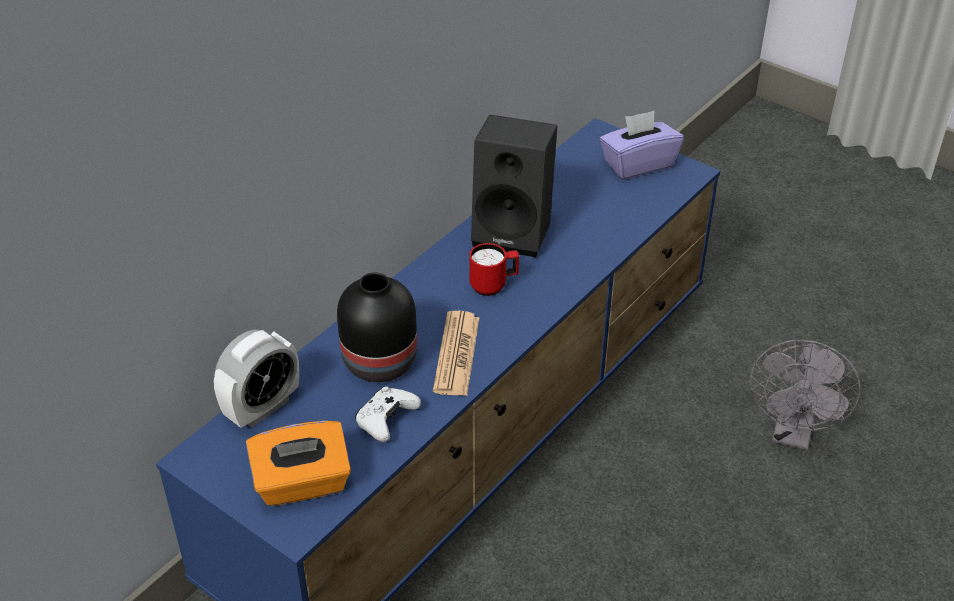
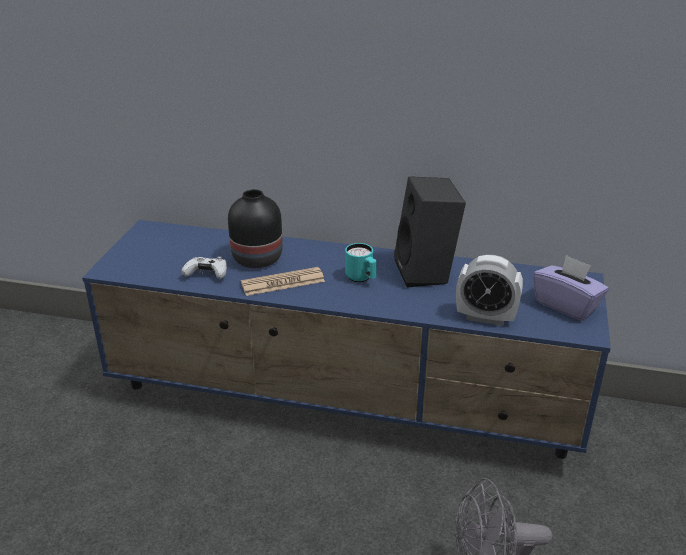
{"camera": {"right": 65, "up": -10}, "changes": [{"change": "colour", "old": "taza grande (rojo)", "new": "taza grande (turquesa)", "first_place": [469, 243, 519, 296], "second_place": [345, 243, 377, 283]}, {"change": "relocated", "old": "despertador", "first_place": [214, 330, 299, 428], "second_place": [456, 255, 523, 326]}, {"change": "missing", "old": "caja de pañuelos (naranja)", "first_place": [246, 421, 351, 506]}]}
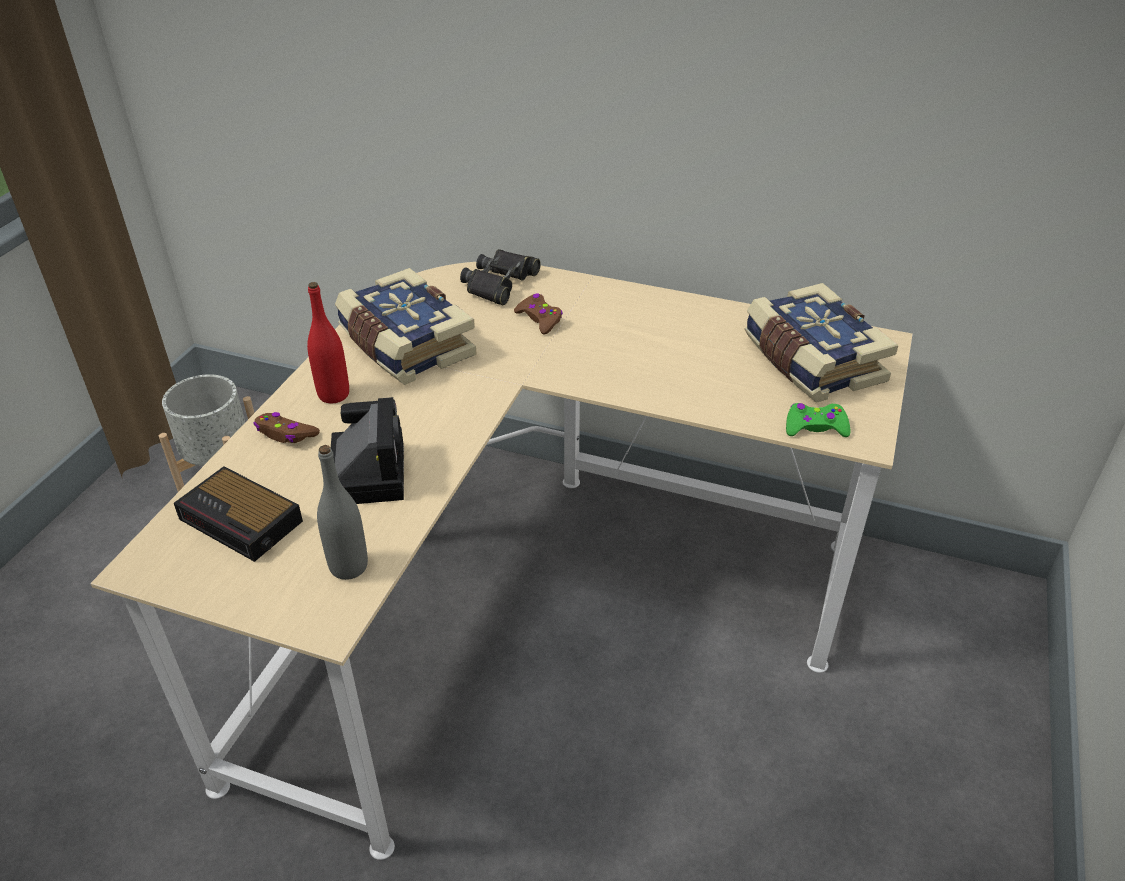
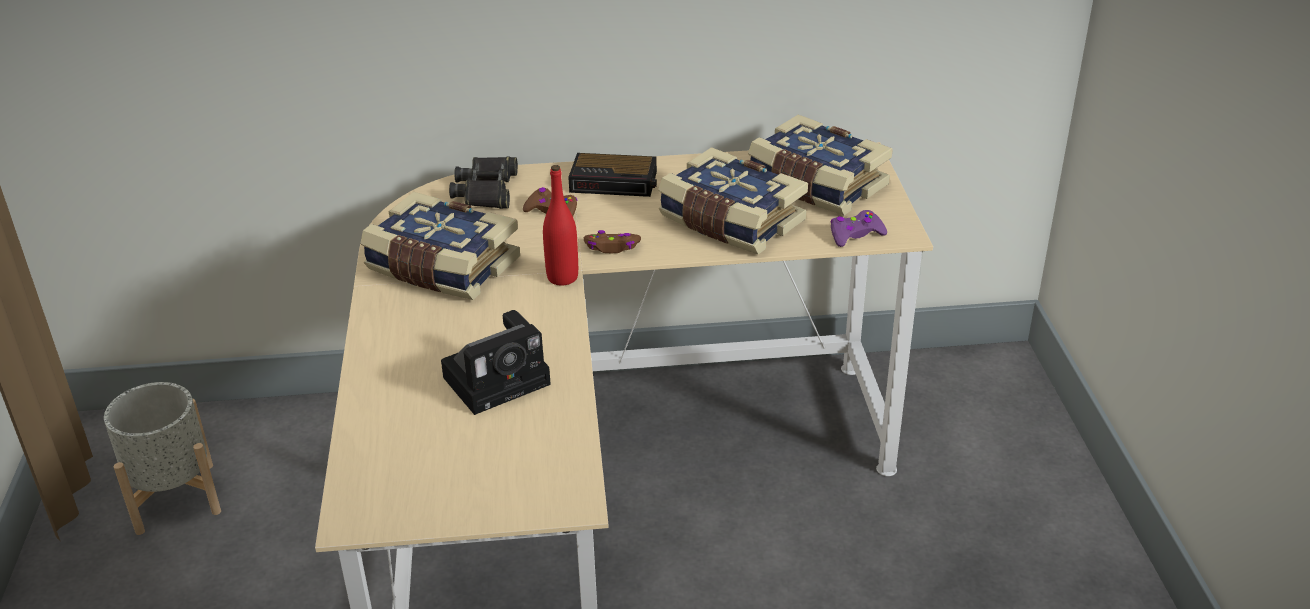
{"camera": {"right": -25, "up": -5}, "changes": [{"change": "spun", "old": "cámara", "first_place": [331, 397, 404, 504], "second_place": [441, 310, 551, 415], "degrees": 90}, {"change": "relocated", "old": "botella (rojo)", "first_place": [307, 282, 349, 403], "second_place": [543, 165, 578, 286]}, {"change": "relocated", "old": "despertador", "first_place": [174, 466, 303, 562], "second_place": [568, 153, 657, 197]}, {"change": "relocated", "old": "mando de consola (marrón)", "first_place": [253, 412, 320, 443], "second_place": [584, 230, 641, 253]}, {"change": "appeared", "new": "libro", "second_place": [658, 147, 808, 254]}, {"change": "colour", "old": "mando de consola (verde)", "new": "mando de consola (morado)", "first_place": [786, 403, 851, 437], "second_place": [830, 210, 887, 247]}, {"change": "missing", "old": "botella (gris)", "first_place": [317, 445, 368, 580]}]}
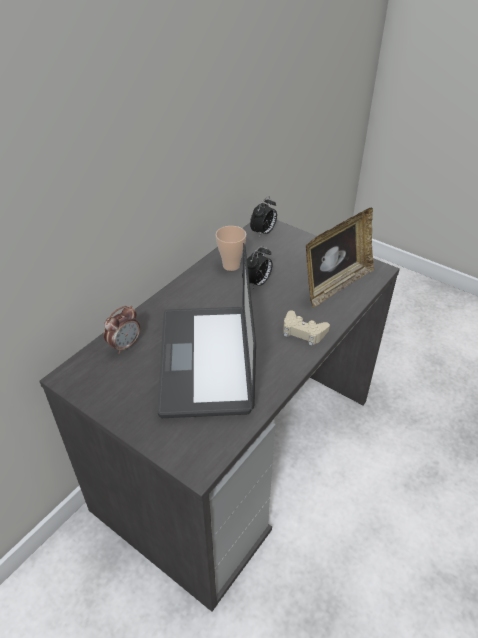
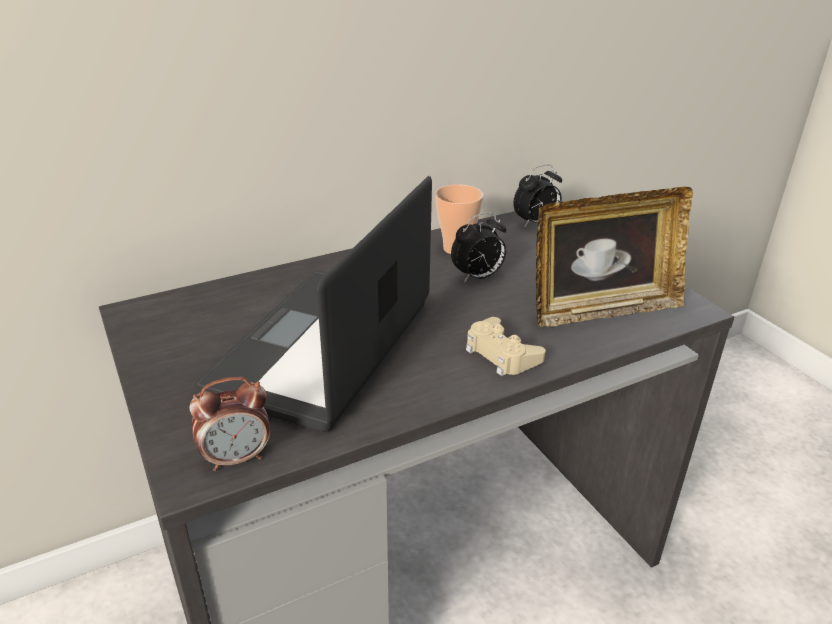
{"camera": {"right": 25, "up": -10}, "changes": [{"change": "relocated", "old": "despertador", "first_place": [104, 306, 140, 354], "second_place": [189, 377, 270, 471]}]}
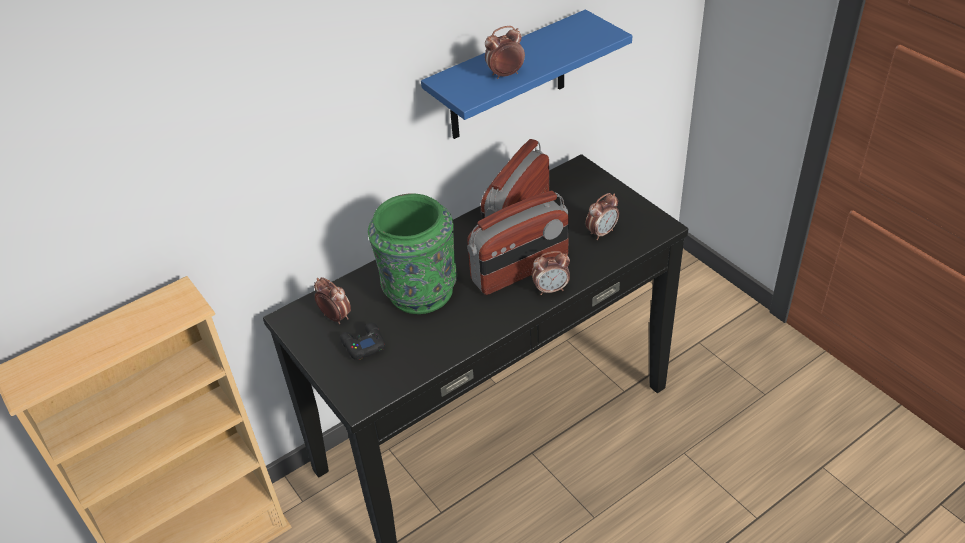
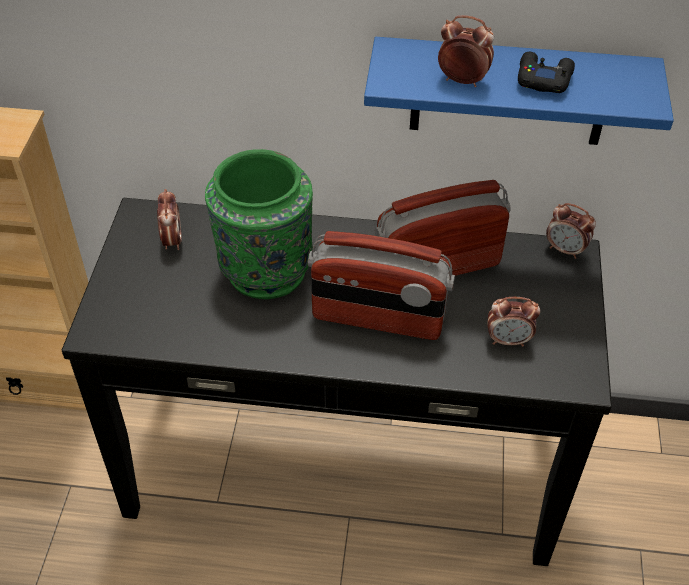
{"camera": {"right": 40, "up": 5}, "changes": [{"change": "relocated", "old": "mando de consola (negro)", "first_place": [340, 322, 385, 360], "second_place": [518, 52, 575, 93]}, {"change": "relocated", "old": "despertador", "first_place": [532, 251, 570, 295], "second_place": [546, 203, 596, 259]}]}
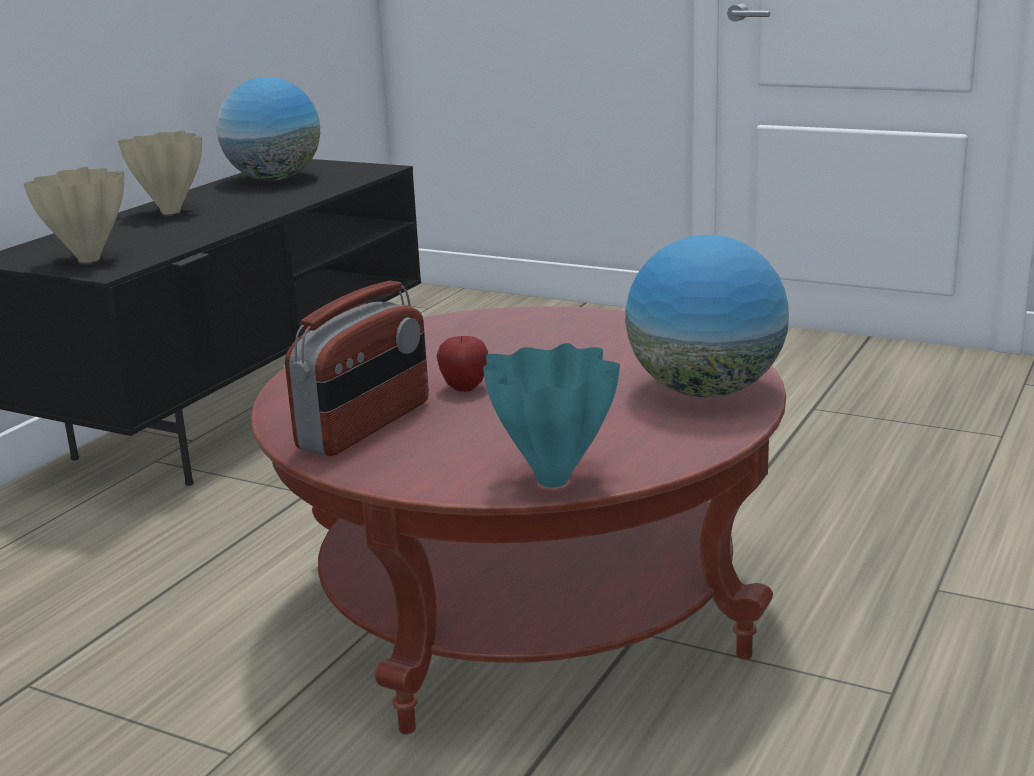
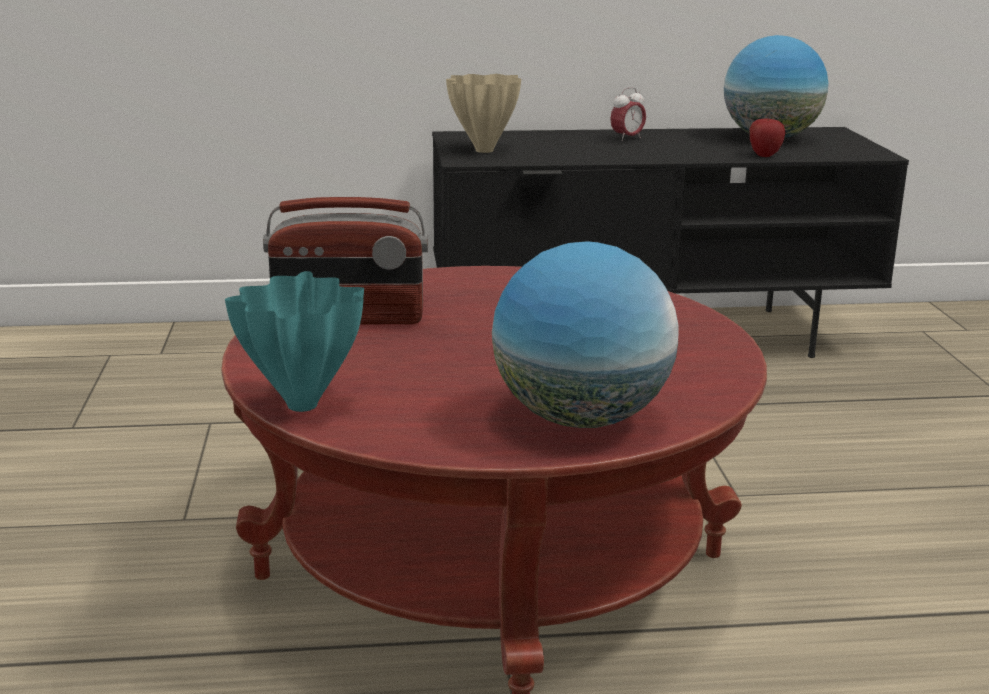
{"camera": {"right": 55, "up": 0}, "changes": [{"change": "exchanged", "old": "florero (beis)", "new": "despertador", "first_place": [118, 130, 202, 214], "second_place": [610, 87, 646, 141]}, {"change": "relocated", "old": "manzana", "first_place": [436, 336, 488, 392], "second_place": [749, 117, 786, 157]}]}
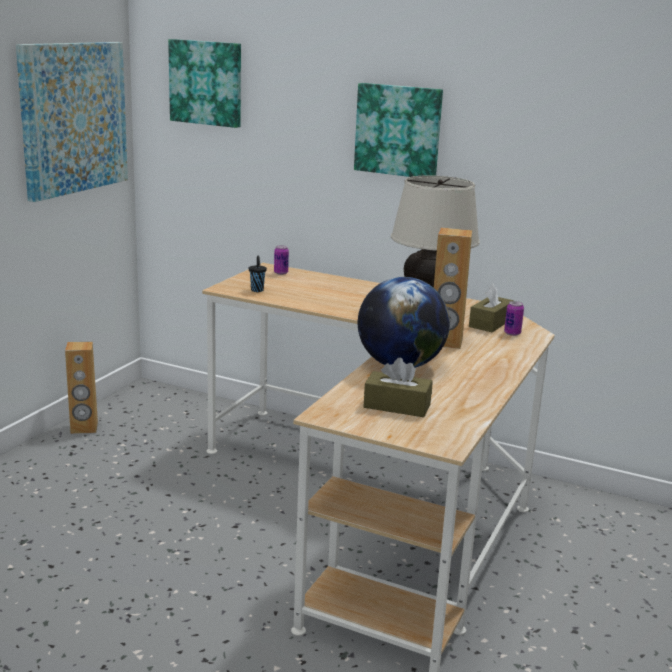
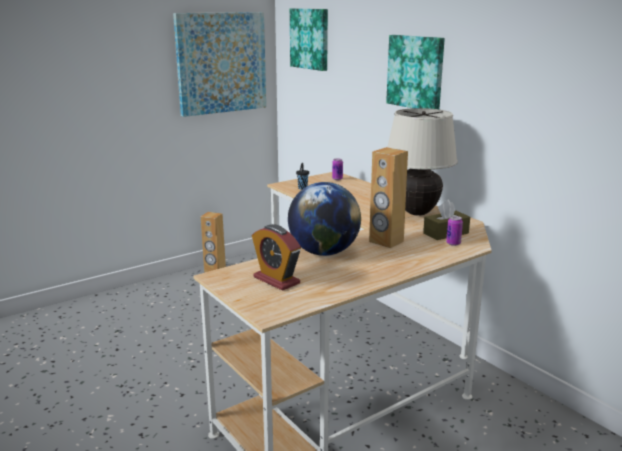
{"camera": {"right": 30, "up": 0}, "changes": [{"change": "exchanged", "old": "caja de pañuelos (marrón)", "new": "despertador", "first_place": [364, 358, 433, 417], "second_place": [252, 224, 301, 291]}]}
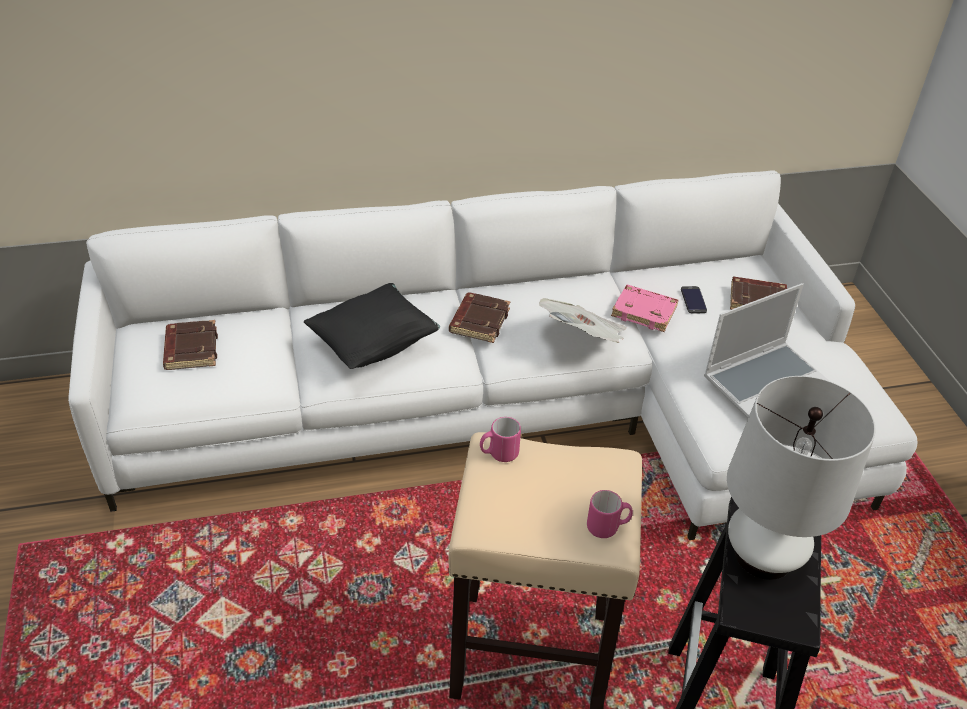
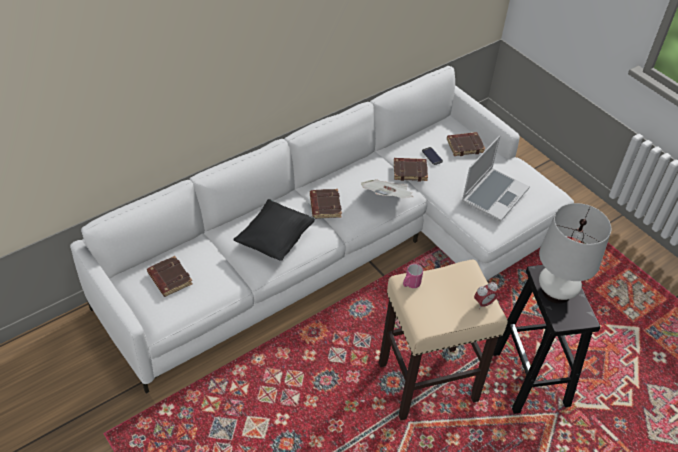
{"camera": {"right": -25, "up": 5}, "changes": [{"change": "colour", "old": "libro (rosa)", "new": "libro (marrón)", "first_place": [611, 285, 678, 332], "second_place": [394, 158, 428, 182]}, {"change": "exchanged", "old": "taza grande (rosa)", "new": "despertador", "first_place": [587, 490, 633, 538], "second_place": [474, 282, 498, 309]}]}
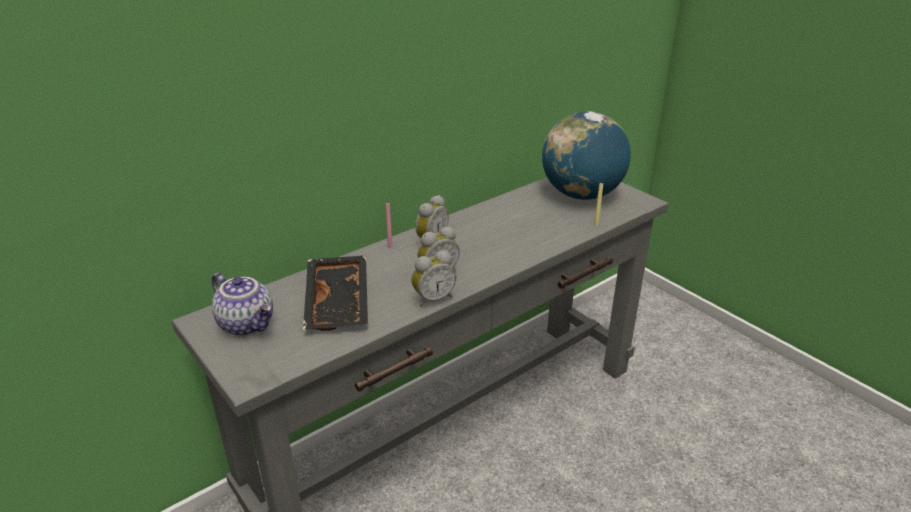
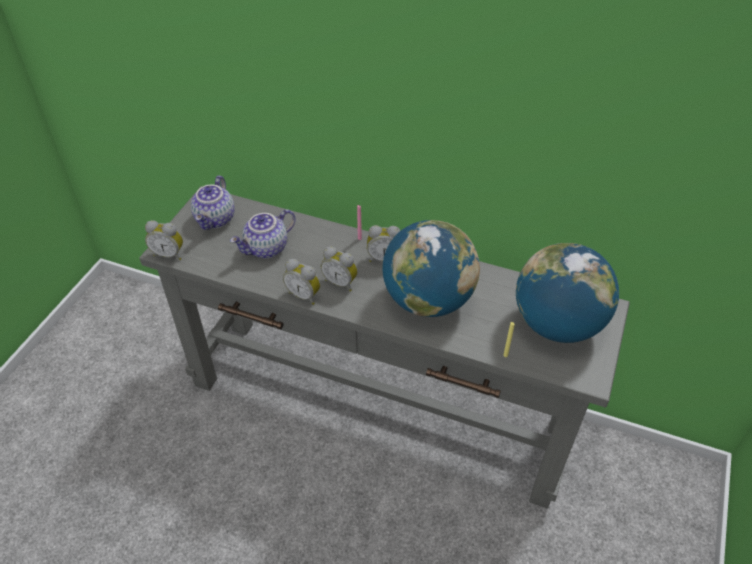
{"camera": {"right": 60, "up": 15}, "changes": [{"change": "appeared", "new": "despertador", "second_place": [145, 220, 183, 260]}, {"change": "exchanged", "old": "bandeja (negro)", "new": "tetera", "first_place": [303, 255, 368, 331], "second_place": [230, 209, 296, 258]}, {"change": "appeared", "new": "globo terráqueo", "second_place": [383, 220, 480, 317]}]}
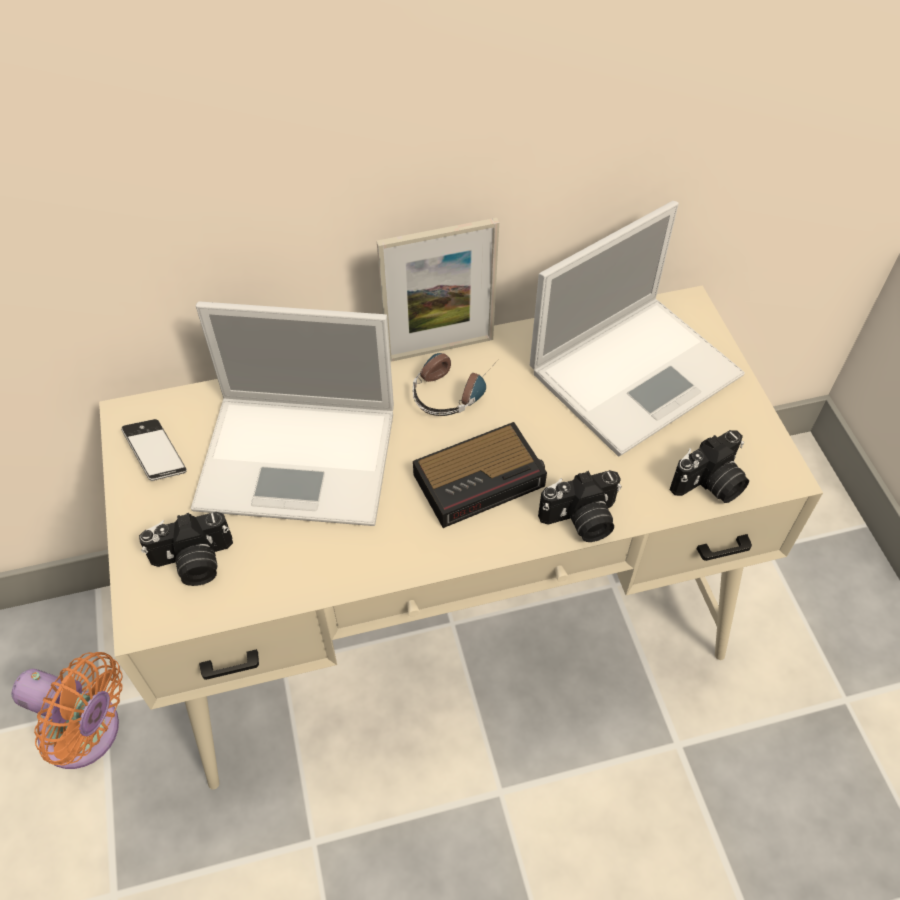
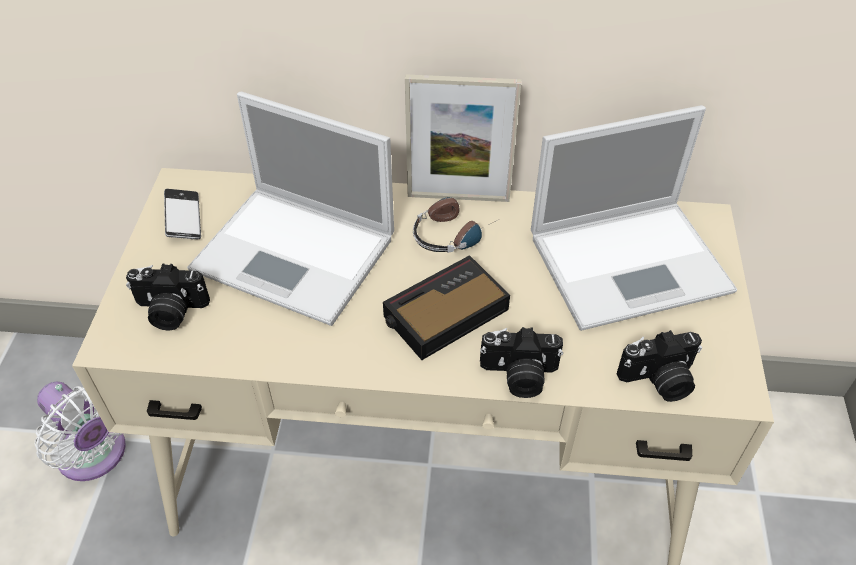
{"camera": {"right": 20, "up": -5}, "changes": [{"change": "colour", "old": "ventilador (naranja)", "new": "ventilador (blanco)", "first_place": [12, 652, 122, 769], "second_place": [35, 382, 126, 481]}, {"change": "spun", "old": "despertador", "first_place": [413, 422, 547, 528], "second_place": [383, 255, 510, 360], "degrees": 150}]}
